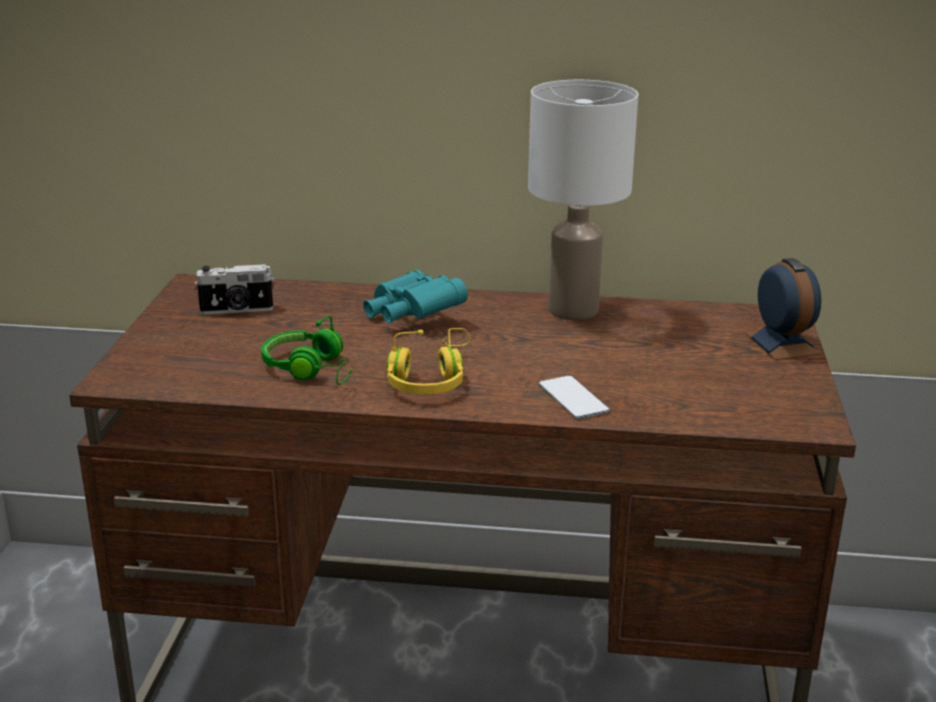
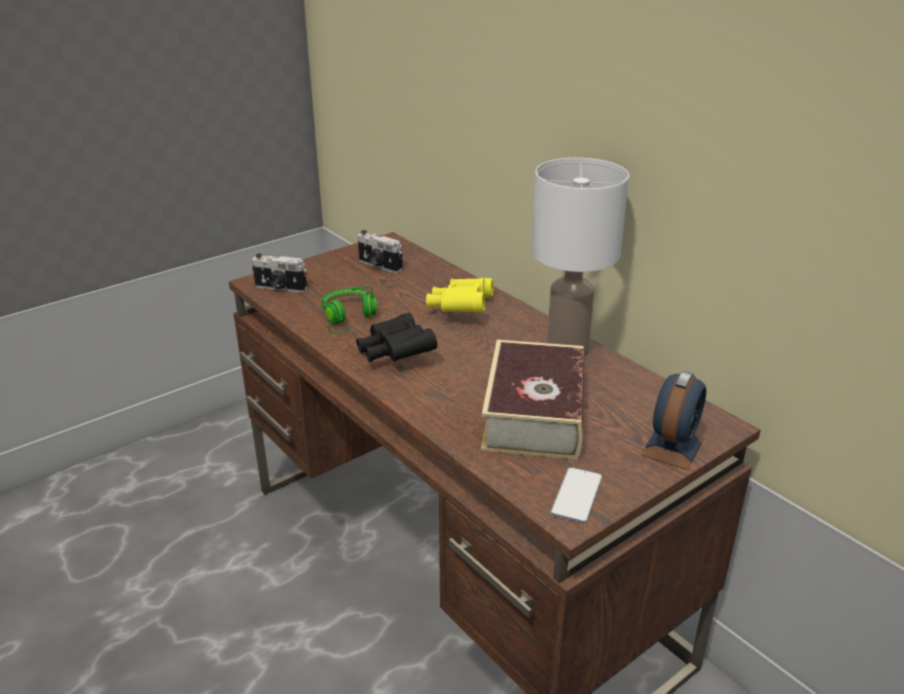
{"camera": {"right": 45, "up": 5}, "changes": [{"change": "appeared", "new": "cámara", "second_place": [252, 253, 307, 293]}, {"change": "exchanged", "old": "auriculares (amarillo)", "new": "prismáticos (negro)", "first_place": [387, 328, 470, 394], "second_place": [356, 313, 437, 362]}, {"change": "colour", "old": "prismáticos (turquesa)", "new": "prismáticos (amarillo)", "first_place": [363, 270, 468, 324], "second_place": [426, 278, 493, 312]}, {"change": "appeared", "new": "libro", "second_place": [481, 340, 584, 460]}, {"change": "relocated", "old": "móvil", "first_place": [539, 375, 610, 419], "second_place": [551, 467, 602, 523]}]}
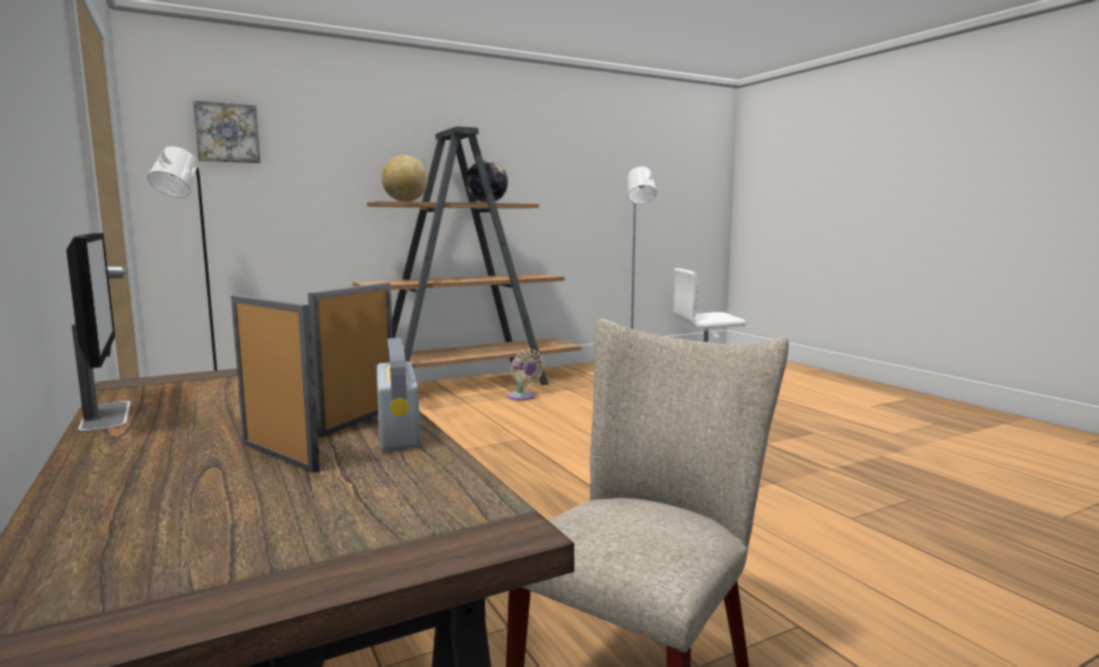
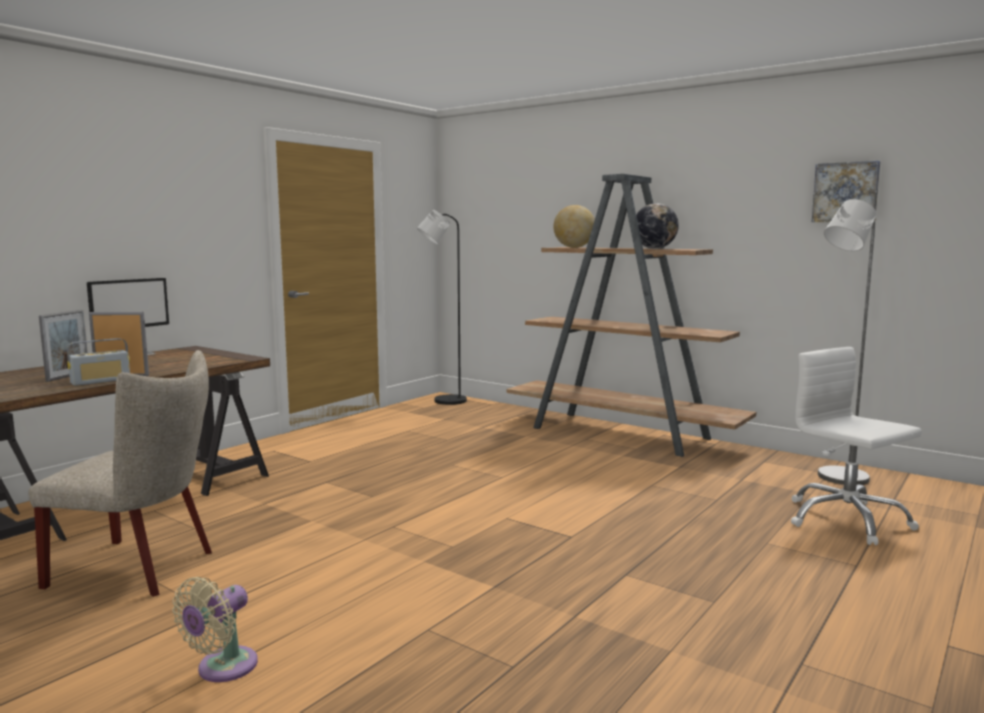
{"camera": {"right": 65, "up": 0}, "changes": [{"change": "relocated", "old": "ventilador (beis)", "first_place": [508, 349, 544, 400], "second_place": [172, 577, 258, 682]}, {"change": "relocated", "old": "cuadro", "first_place": [193, 101, 260, 163], "second_place": [812, 161, 881, 222]}]}
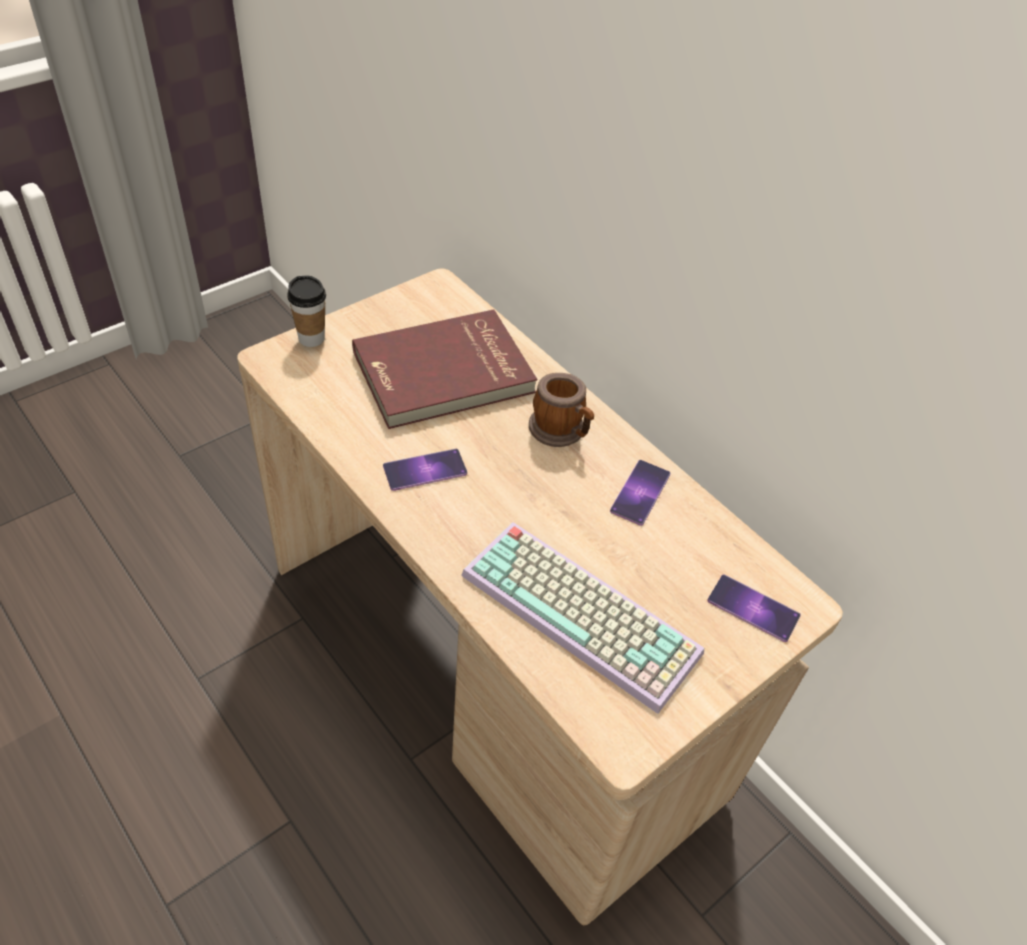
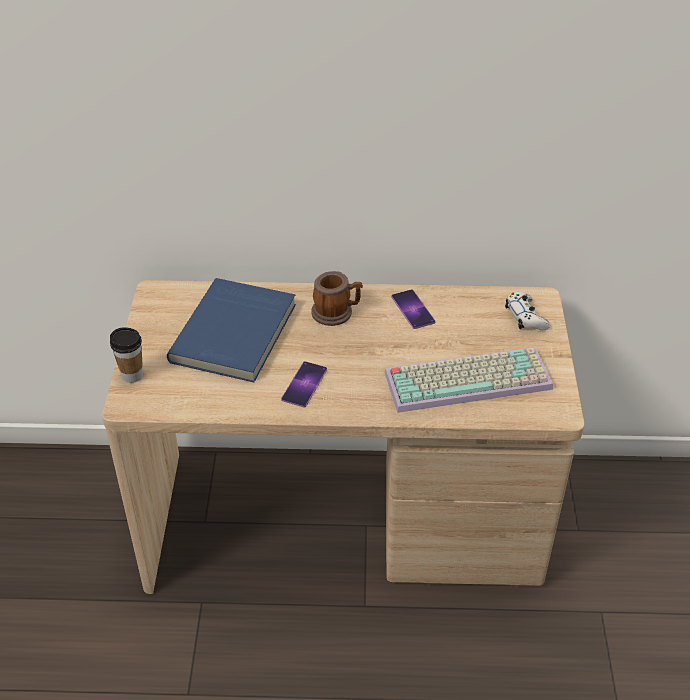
{"camera": {"right": -45, "up": -5}, "changes": [{"change": "colour", "old": "libro (rojo)", "new": "libro (azul)", "first_place": [352, 309, 537, 429], "second_place": [167, 278, 296, 382]}, {"change": "exchanged", "old": "móvil", "new": "mando de consola (blanco)", "first_place": [708, 575, 801, 642], "second_place": [505, 291, 550, 330]}]}
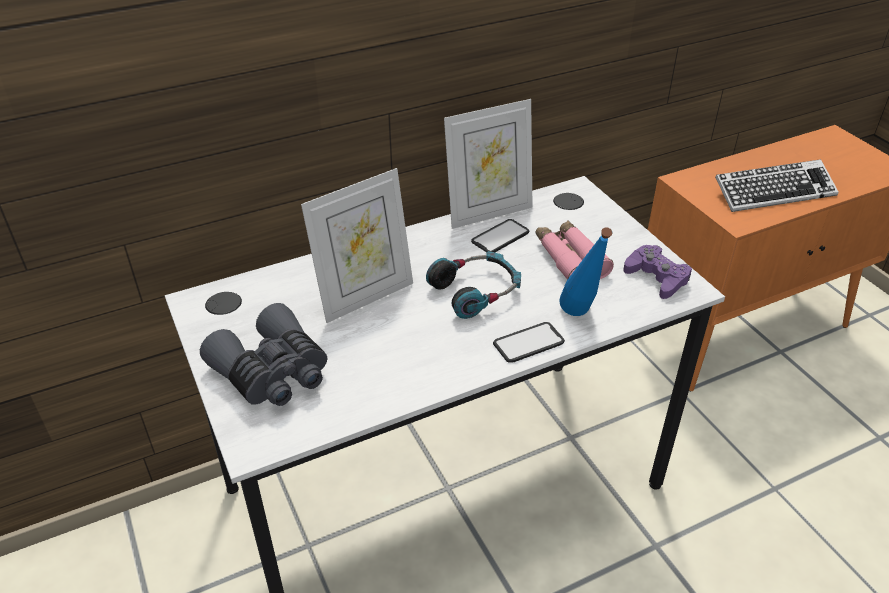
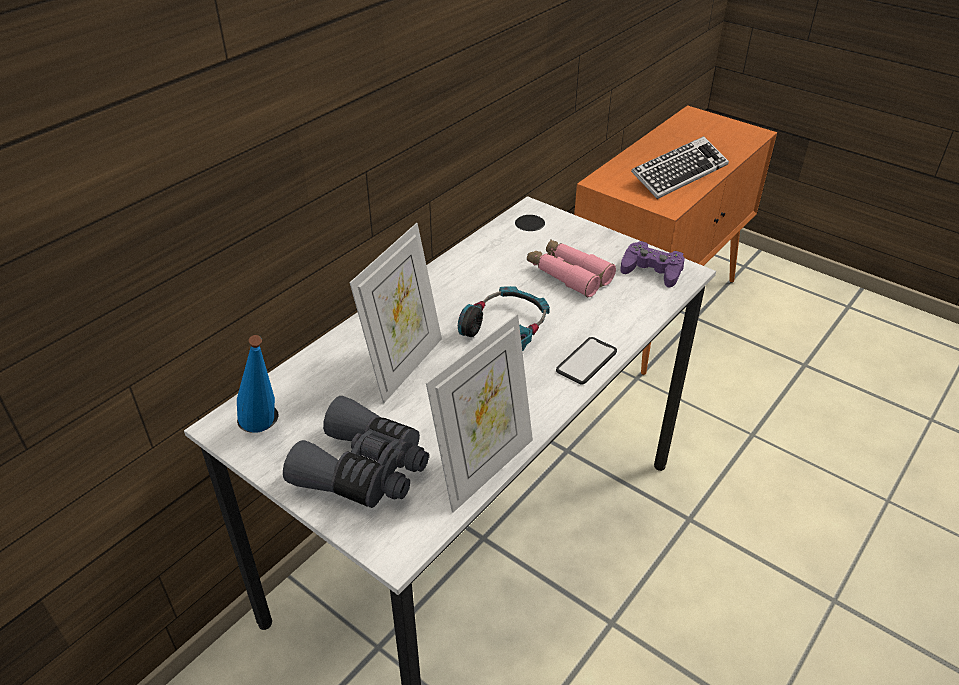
{"camera": {"right": -25, "up": 0}, "changes": [{"change": "relocated", "old": "botella (azul)", "first_place": [559, 227, 612, 316], "second_place": [237, 335, 275, 432]}, {"change": "relocated", "old": "portarretratos", "first_place": [444, 99, 533, 229], "second_place": [426, 314, 533, 513]}, {"change": "missing", "old": "móvil", "first_place": [471, 219, 529, 253]}]}
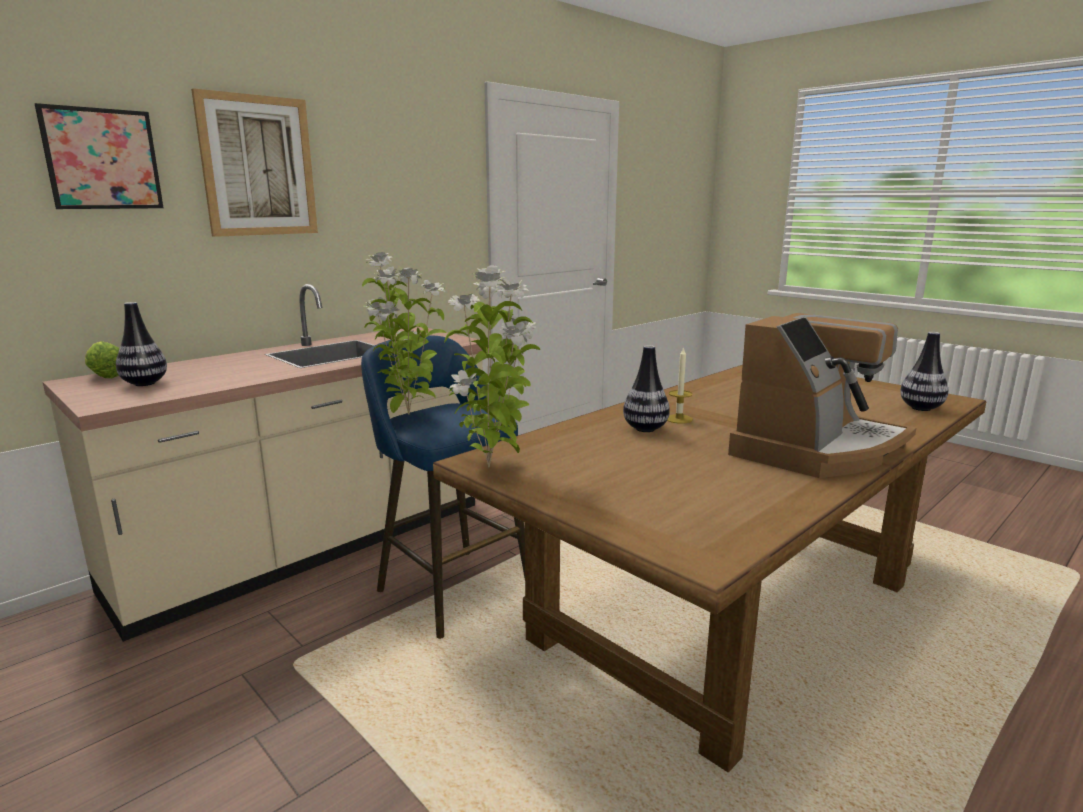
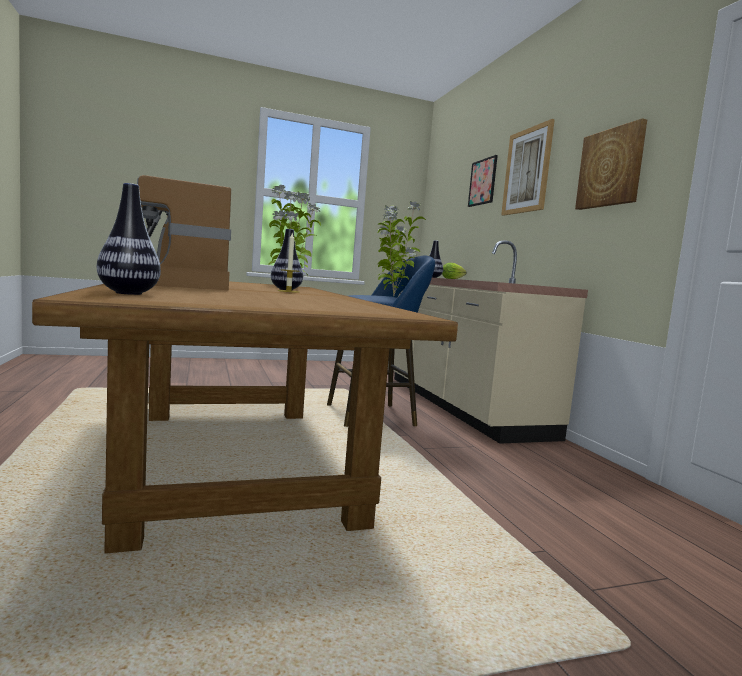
{"camera": {"right": 115, "up": -10}, "changes": [{"change": "appeared", "new": "cuadro", "second_place": [575, 118, 647, 210]}]}
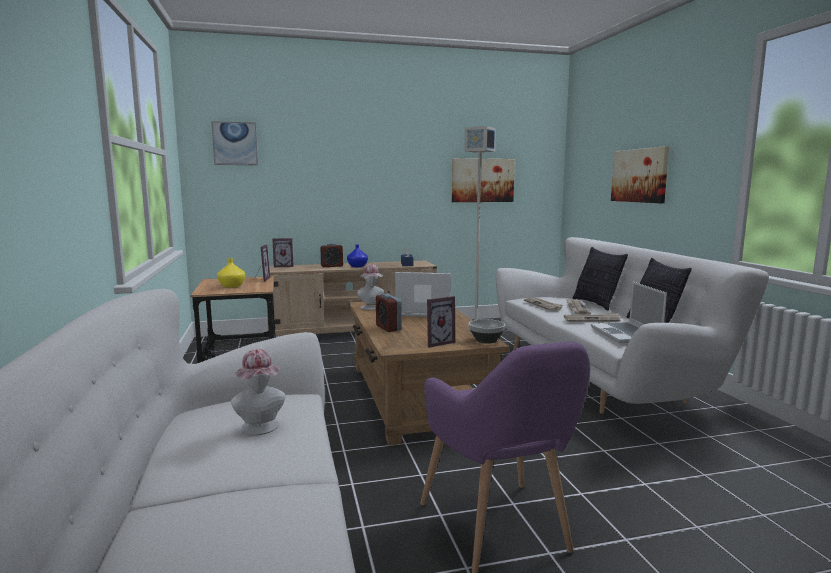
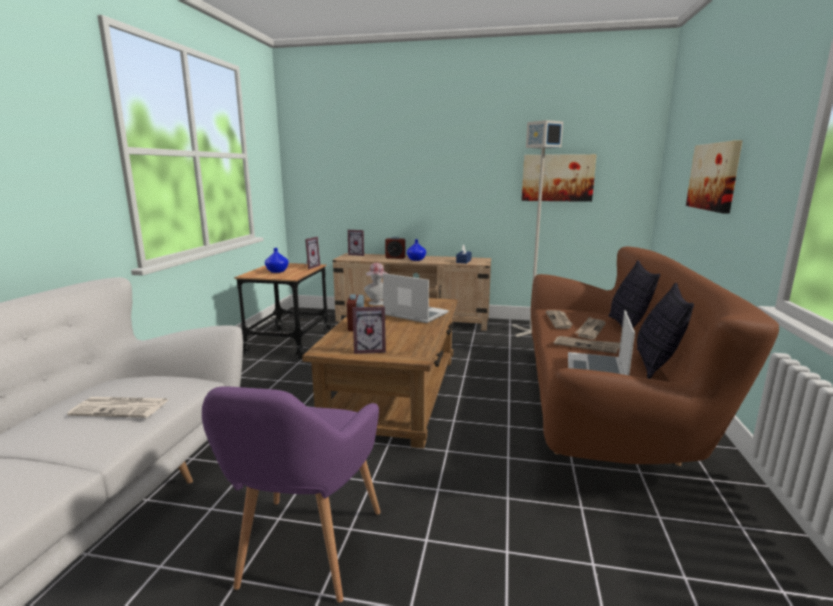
{"camera": {"right": 25, "up": 5}, "changes": [{"change": "exchanged", "old": "sombrero", "new": "periódico", "first_place": [231, 349, 285, 435], "second_place": [67, 397, 168, 418]}, {"change": "colour", "old": "florero (amarillo)", "new": "florero (azul)", "first_place": [217, 258, 245, 288], "second_place": [265, 248, 289, 273]}, {"change": "colour", "old": "sofá (blanco)", "new": "sofá (marrón)", "first_place": [496, 237, 769, 414], "second_place": [531, 246, 779, 466]}, {"change": "missing", "old": "cuadro", "first_place": [211, 121, 258, 165]}, {"change": "missing", "old": "cuenco", "first_place": [469, 319, 505, 344]}]}
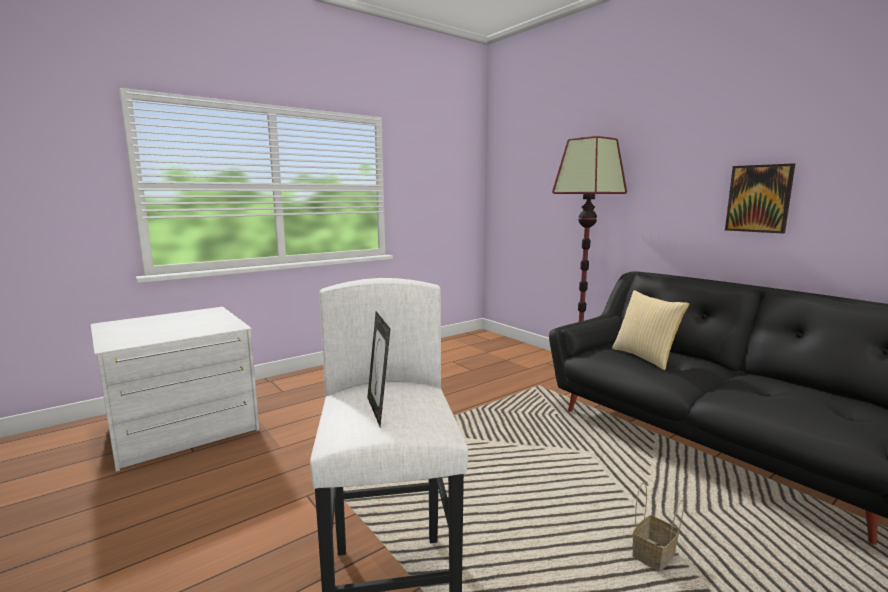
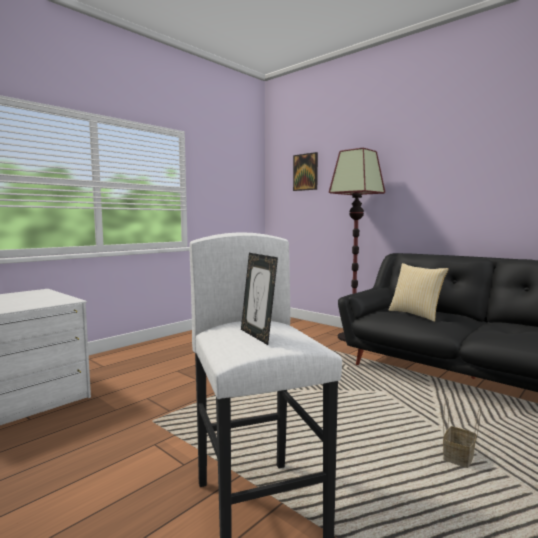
{"camera": {"right": -10, "up": -5}, "changes": [{"change": "relocated", "old": "cuadro", "first_place": [725, 163, 795, 234], "second_place": [293, 152, 318, 191]}]}
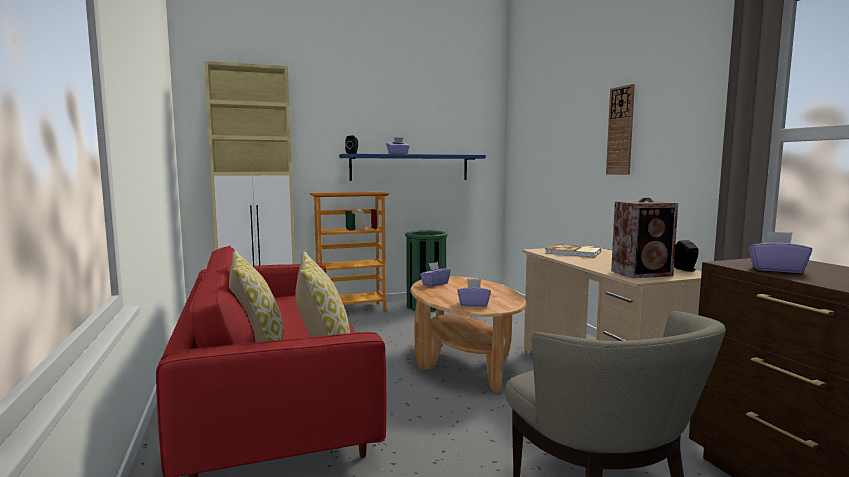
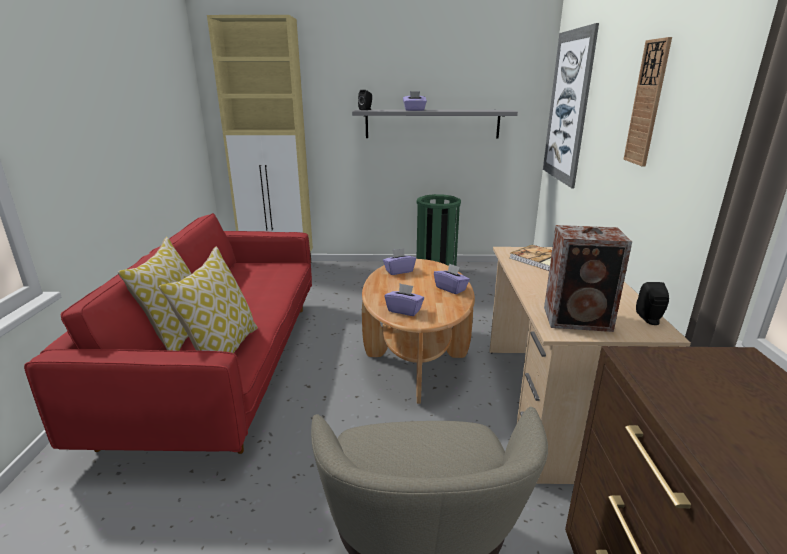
{"camera": {"right": 20, "up": 15}, "changes": [{"change": "colour", "old": "estante (azul)", "new": "estante (gris)", "first_place": [339, 154, 486, 181], "second_place": [352, 109, 518, 139]}, {"change": "relocated", "old": "caja de pañuelos (morado)", "first_place": [748, 231, 812, 273], "second_place": [434, 263, 470, 294]}, {"change": "appeared", "new": "cuadro", "second_place": [543, 23, 599, 189]}, {"change": "missing", "old": "estantería", "first_place": [309, 192, 389, 311]}]}
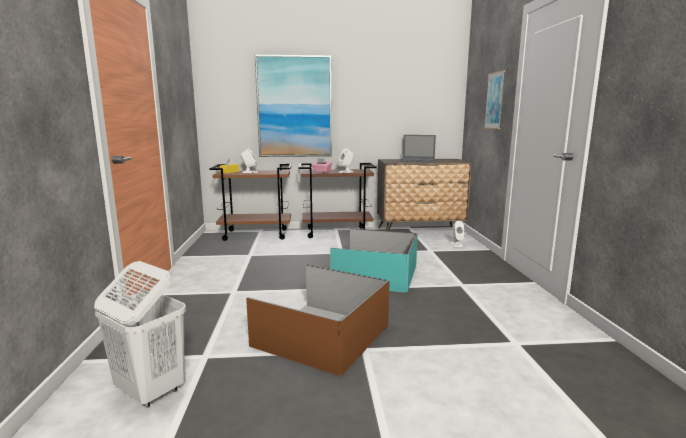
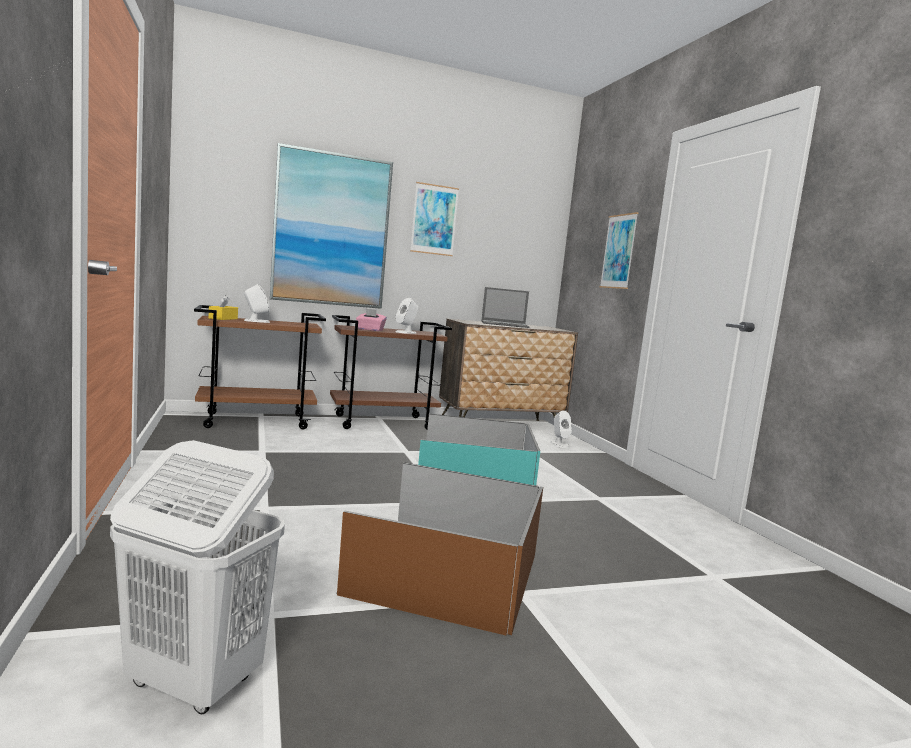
{"camera": {"right": -15, "up": -5}, "changes": [{"change": "appeared", "new": "cuadro", "second_place": [410, 182, 459, 256]}]}
